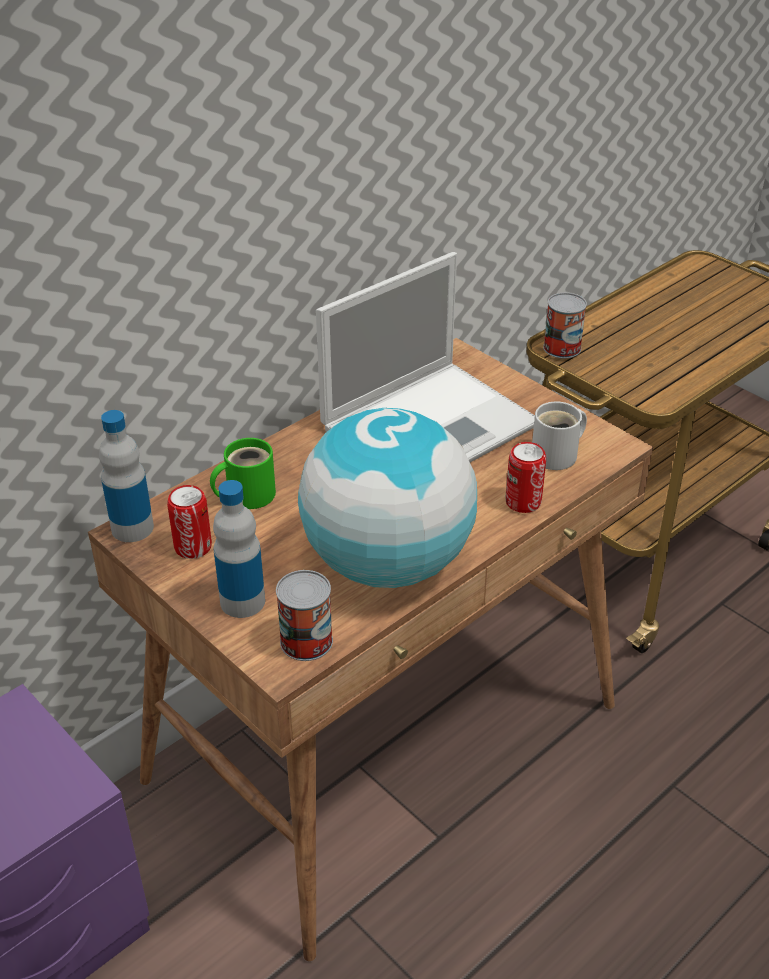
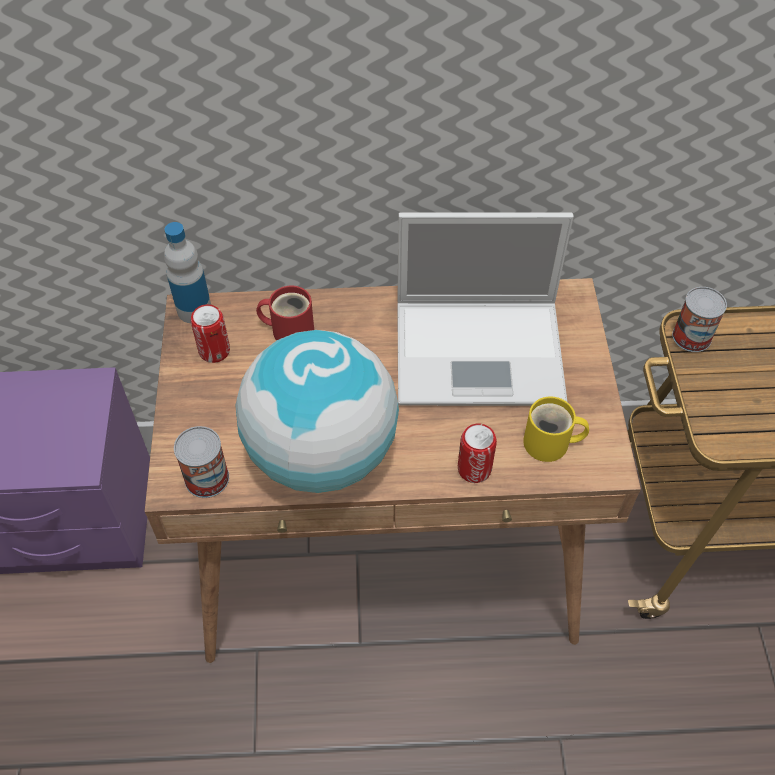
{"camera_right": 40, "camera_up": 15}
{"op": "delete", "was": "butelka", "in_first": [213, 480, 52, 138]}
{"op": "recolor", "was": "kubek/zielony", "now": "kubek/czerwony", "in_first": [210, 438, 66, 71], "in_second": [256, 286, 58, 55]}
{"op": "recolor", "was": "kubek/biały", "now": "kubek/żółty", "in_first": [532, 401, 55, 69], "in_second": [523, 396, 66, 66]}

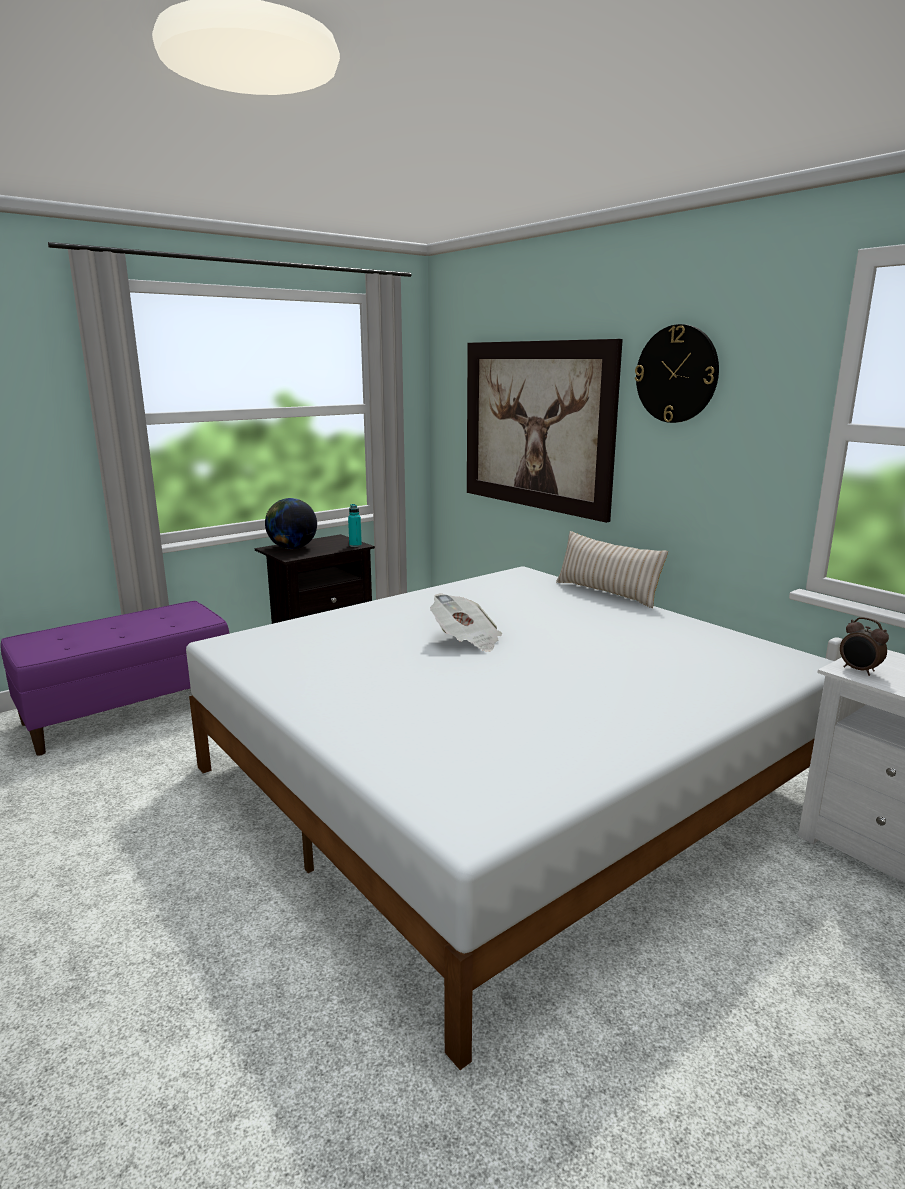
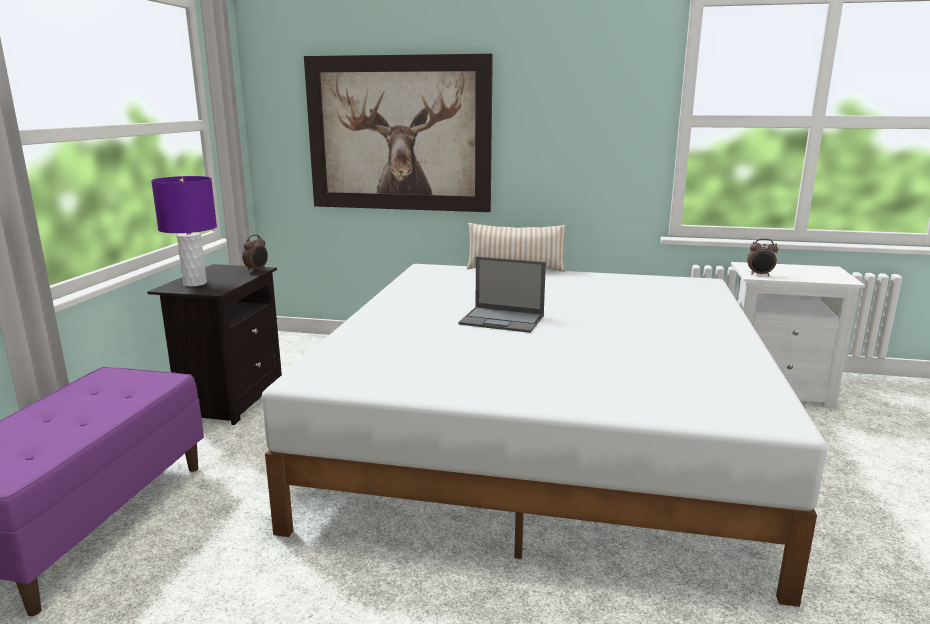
{"camera_right": -40, "camera_up": 0}
{"op": "delete", "was": "zegar ścienny", "in_first": [635, 324, 84, 99]}
{"op": "replace", "was": "globus", "now": "lampa stołowa/fioletowy", "in_first": [265, 498, 52, 51], "in_second": [151, 176, 66, 111]}
{"op": "replace", "was": "butelka/turkusowy", "now": "budzik", "in_first": [348, 504, 14, 43], "in_second": [242, 235, 26, 37]}
{"op": "replace", "was": "gazeta", "now": "laptop", "in_first": [430, 593, 72, 59], "in_second": [458, 256, 88, 77]}

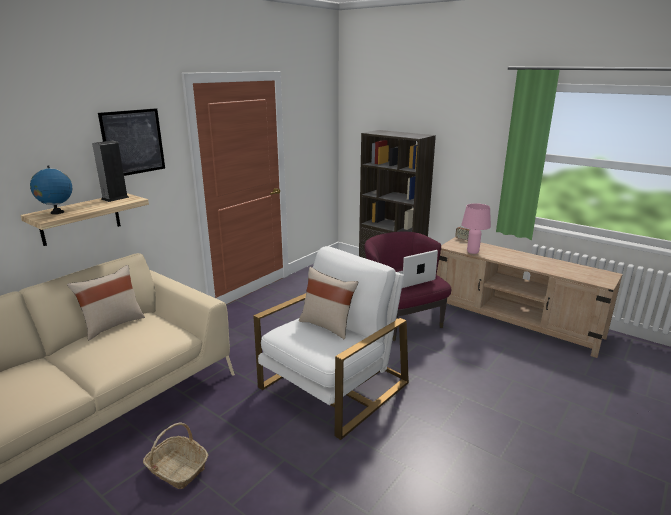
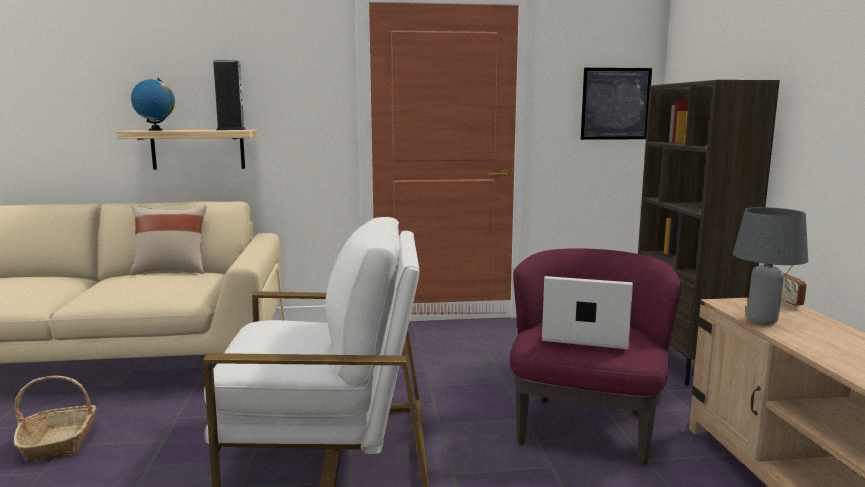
{"camera_right": 45, "camera_up": -10}
{"op": "delete", "was": "poduszka/beżowy", "in_first": [299, 267, 59, 73]}
{"op": "move", "was": "obraz", "in_first": [98, 108, 67, 68], "in_second": [581, 68, 71, 72]}
{"op": "recolor", "was": "lampa stołowa/różowy", "now": "lampa stołowa/szary", "in_first": [461, 203, 30, 51], "in_second": [733, 207, 75, 118]}

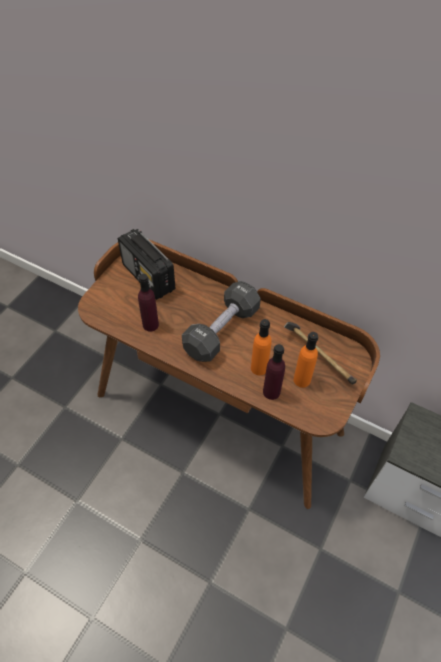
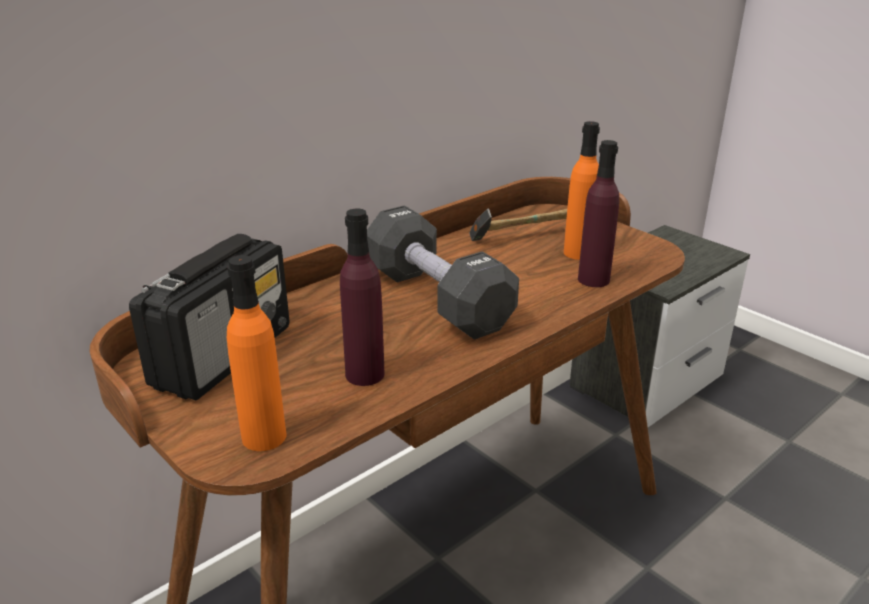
{"camera_right": -70, "camera_up": -25}
{"op": "move", "was": "butelka/pomarańczowy", "in_first": [251, 319, 21, 56], "in_second": [227, 255, 59, 196]}
{"op": "rotate", "was": "radio", "in_first": [118, 229, 57, 71], "in_second": [129, 234, 161, 166], "clockwise": -45}

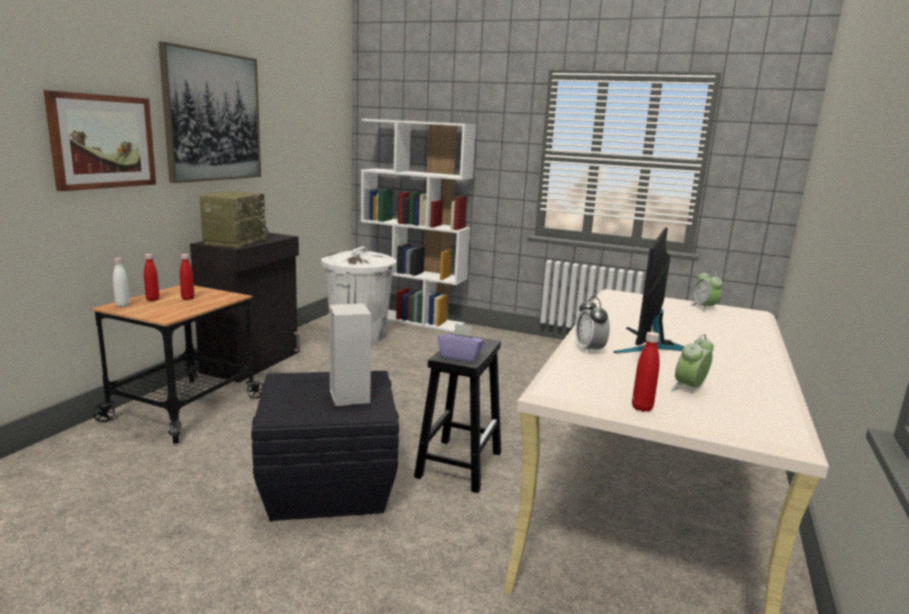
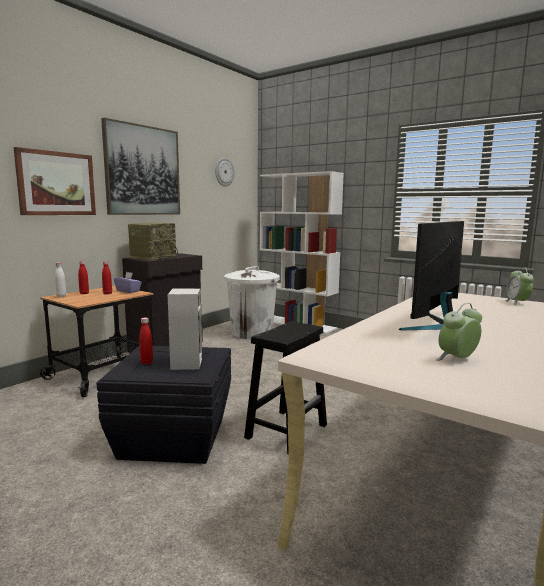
{"camera_right": 15, "camera_up": -5}
{"op": "delete", "was": "budzik", "in_first": [575, 296, 35, 58]}
{"op": "insert", "now": "zegar ścienny", "in_second": [215, 157, 20, 30]}
{"op": "move", "was": "pudełko chusteczek/fioletowy", "in_first": [438, 323, 47, 39], "in_second": [114, 272, 28, 21]}
{"op": "move", "was": "butelka/czerwony", "in_first": [632, 332, 28, 80], "in_second": [139, 318, 14, 46]}

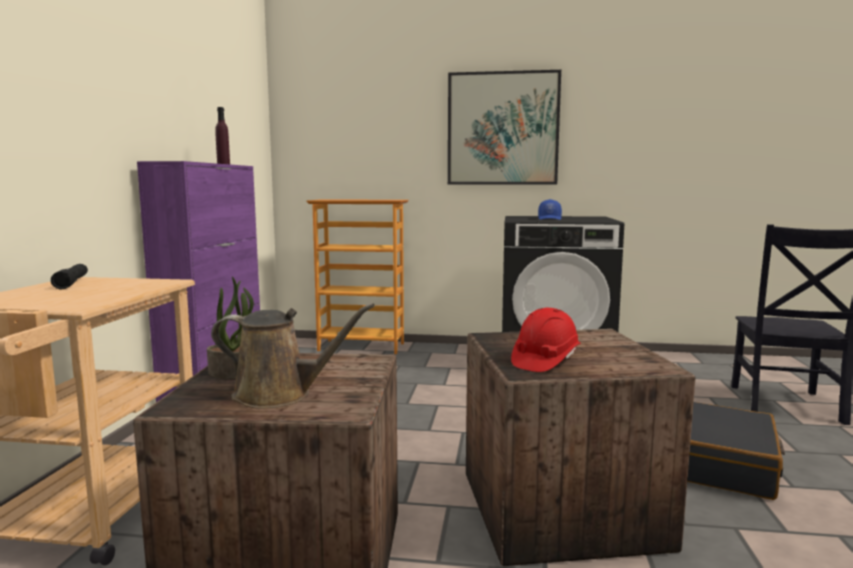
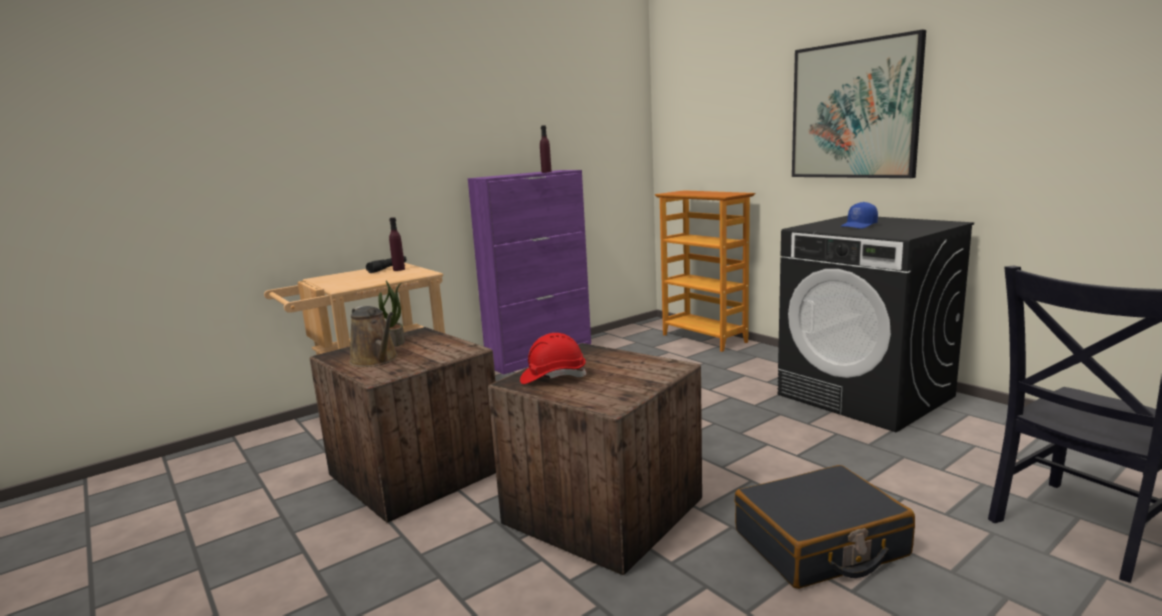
{"camera_right": 45, "camera_up": 5}
{"op": "insert", "now": "butelka/fioletowy", "in_second": [389, 217, 16, 54]}

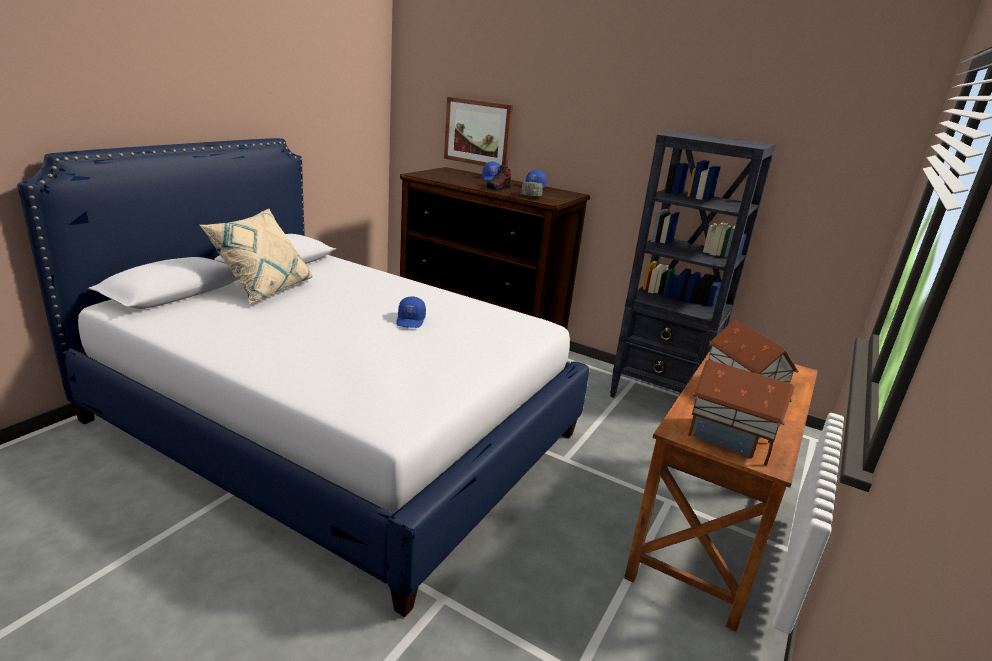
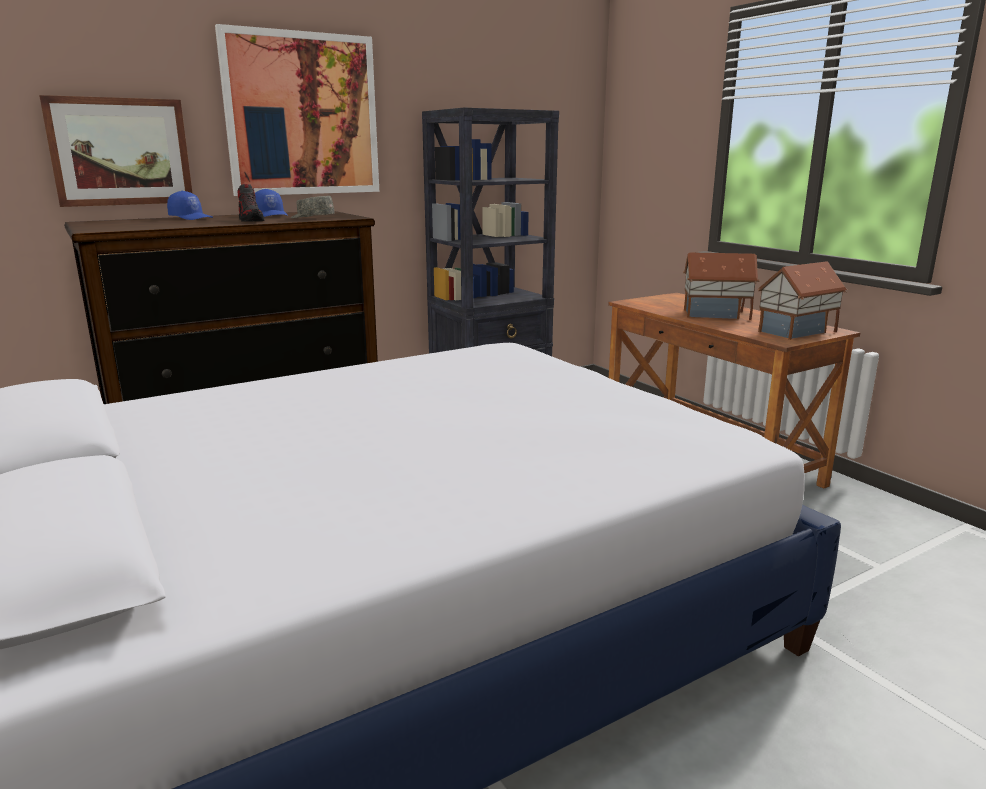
{"camera_right": -60, "camera_up": -5}
{"op": "delete", "was": "poduszka/beżowy", "in_first": [200, 209, 113, 95]}
{"op": "delete", "was": "czapka z daszkiem/niebieski", "in_first": [396, 296, 30, 32]}
{"op": "insert", "now": "obraz", "in_second": [215, 24, 164, 172]}

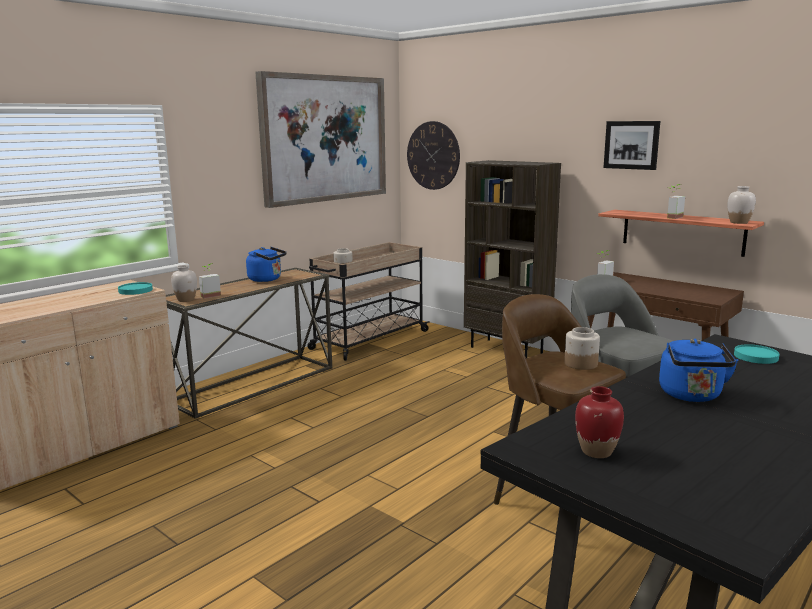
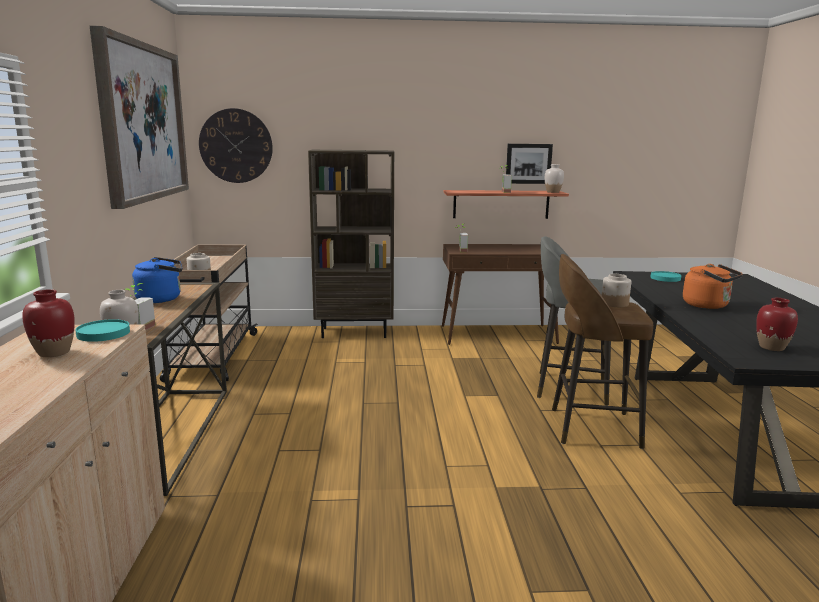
{"camera_right": -45, "camera_up": 0}
{"op": "insert", "now": "wazon/czerwony", "in_second": [22, 289, 53, 68]}
{"op": "move", "was": "obraz", "in_first": [604, 121, 56, 49], "in_second": [506, 144, 47, 40]}
{"op": "recolor", "was": "czajnik/niebieski", "now": "czajnik/pomarańczowy", "in_first": [659, 339, 79, 63], "in_second": [683, 264, 60, 45]}

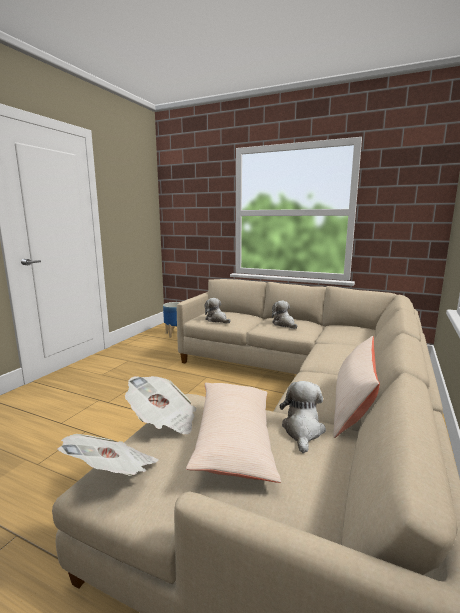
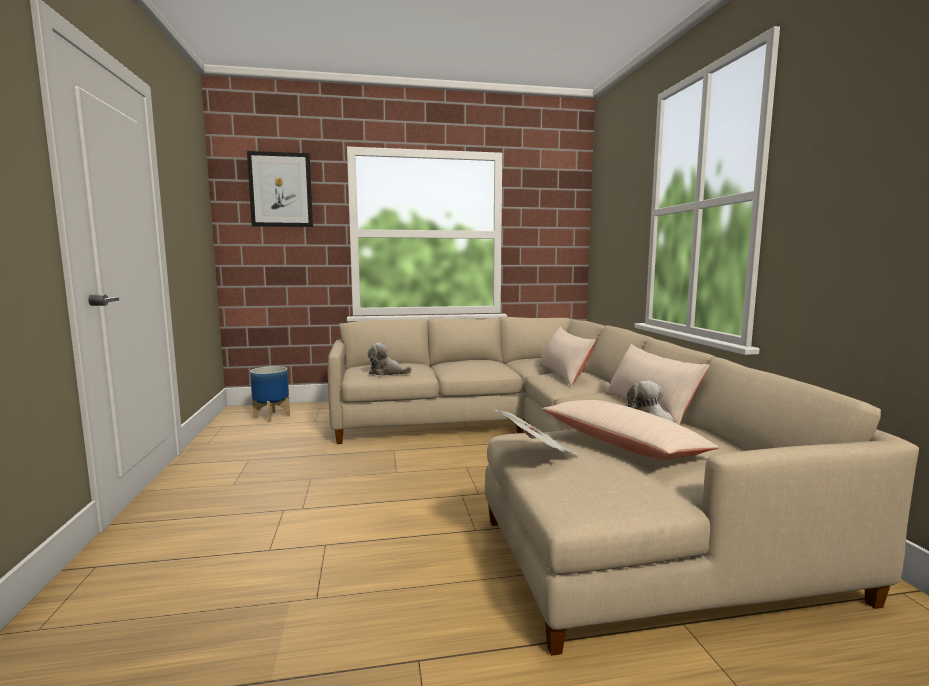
{"camera_right": -35, "camera_up": -5}
{"op": "delete", "was": "gazeta", "in_first": [57, 434, 102, 42]}
{"op": "delete", "was": "pluszak", "in_first": [272, 301, 25, 28]}
{"op": "insert", "now": "obraz", "in_second": [247, 151, 66, 76]}
{"op": "insert", "now": "poduszka/beżowy", "in_second": [539, 327, 57, 59]}

